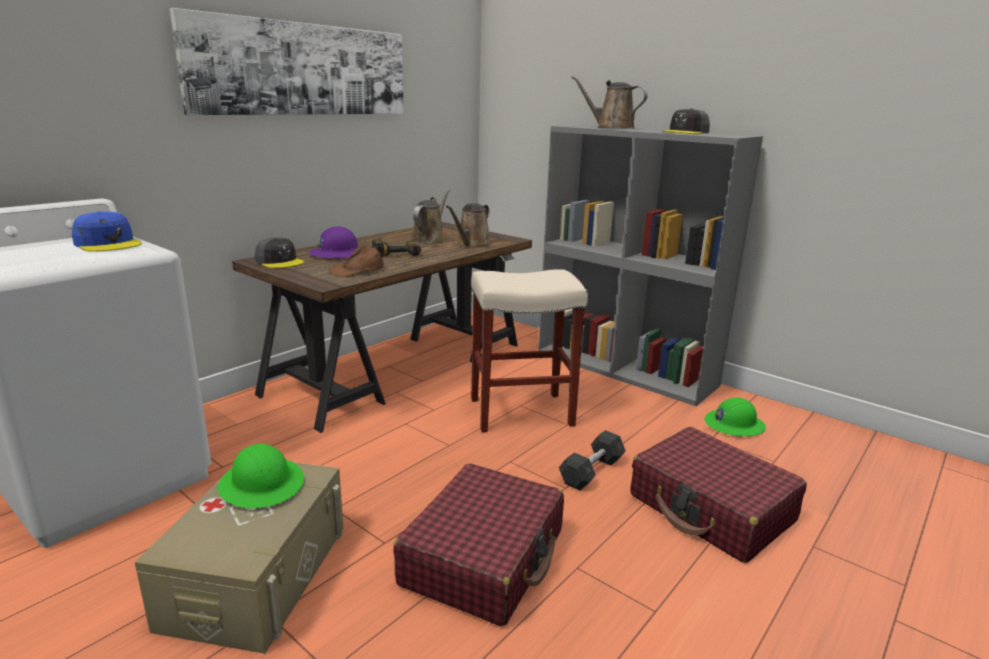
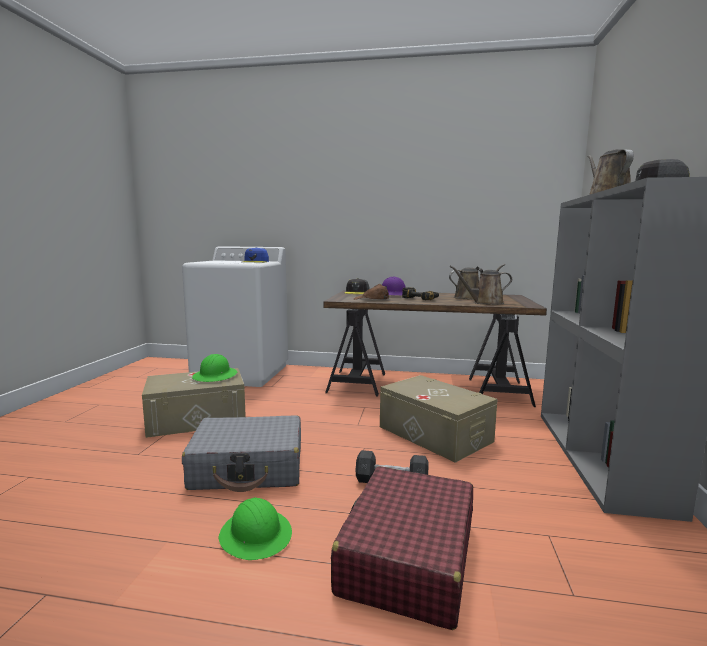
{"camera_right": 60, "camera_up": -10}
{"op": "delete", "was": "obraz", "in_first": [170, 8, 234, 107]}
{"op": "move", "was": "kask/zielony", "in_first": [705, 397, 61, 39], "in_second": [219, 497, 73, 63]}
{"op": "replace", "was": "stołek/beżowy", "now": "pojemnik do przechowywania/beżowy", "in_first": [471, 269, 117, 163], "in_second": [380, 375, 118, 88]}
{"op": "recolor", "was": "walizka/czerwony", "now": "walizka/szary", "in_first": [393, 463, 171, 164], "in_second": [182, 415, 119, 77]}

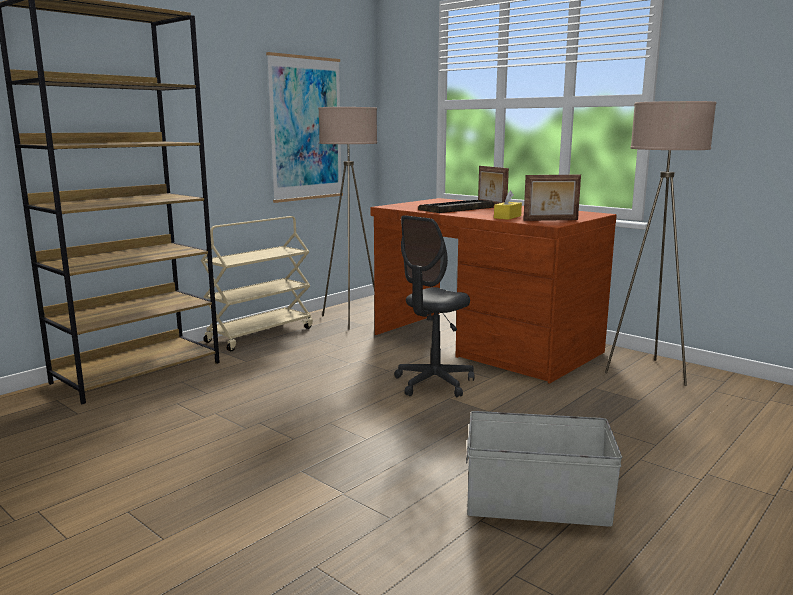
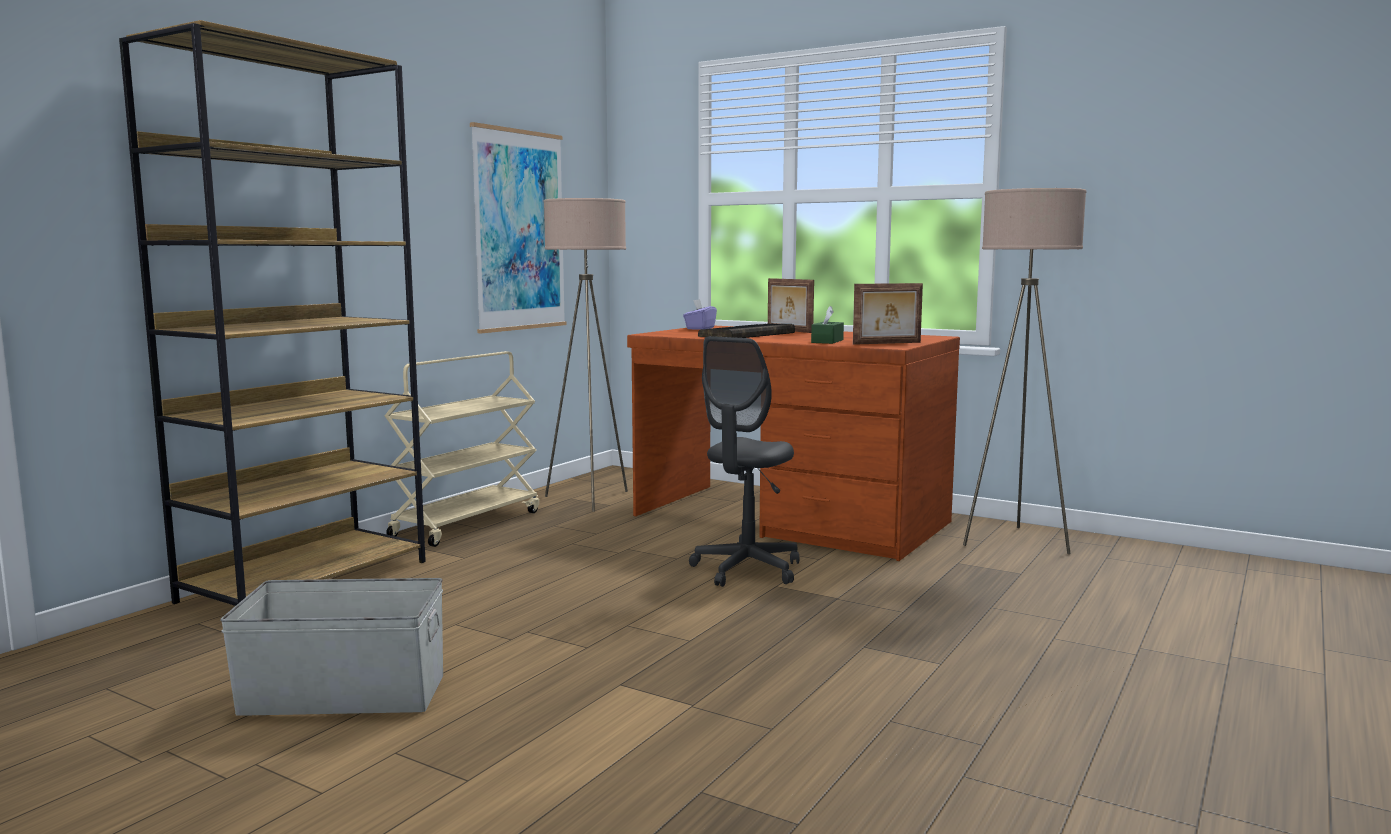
{"camera_right": -10, "camera_up": -5}
{"op": "insert", "now": "pudełko chusteczek/fioletowy", "in_second": [683, 299, 34, 31]}
{"op": "move", "was": "pojemnik do przechowywania/szary", "in_first": [466, 411, 156, 116], "in_second": [220, 578, 223, 138]}
{"op": "recolor", "was": "pudełko chusteczek/żółty", "now": "pudełko chusteczek/zielony", "in_first": [494, 191, 28, 29], "in_second": [811, 306, 33, 38]}

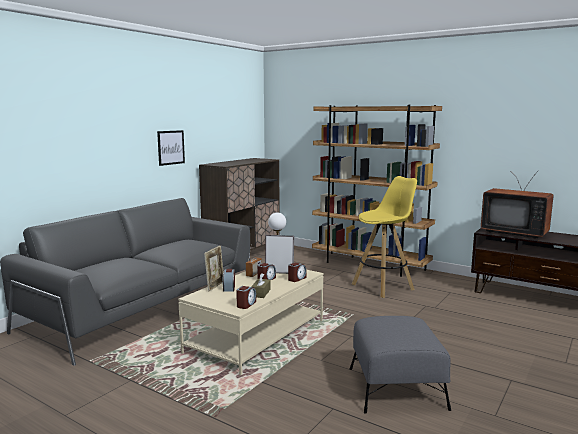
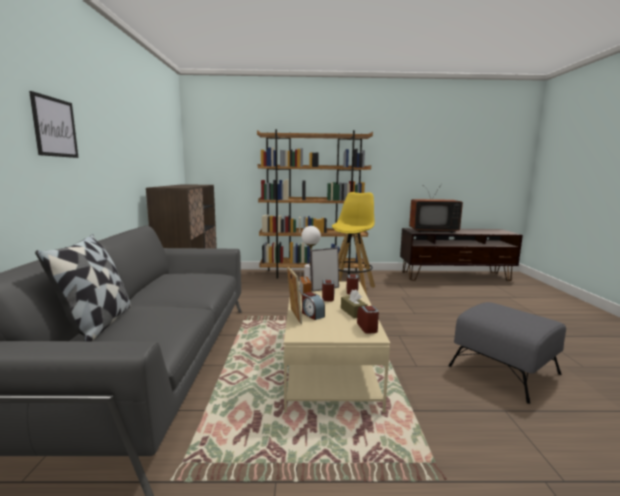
{"camera_right": -35, "camera_up": 0}
{"op": "insert", "now": "poduszka", "in_second": [35, 234, 96, 107]}
{"op": "move", "was": "obraz", "in_first": [157, 130, 28, 36], "in_second": [29, 91, 49, 67]}

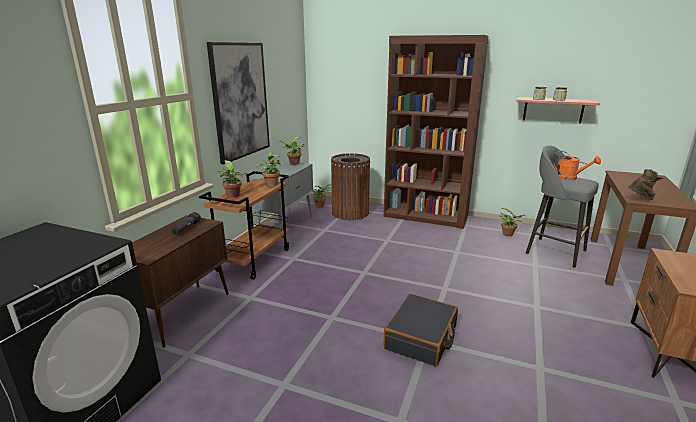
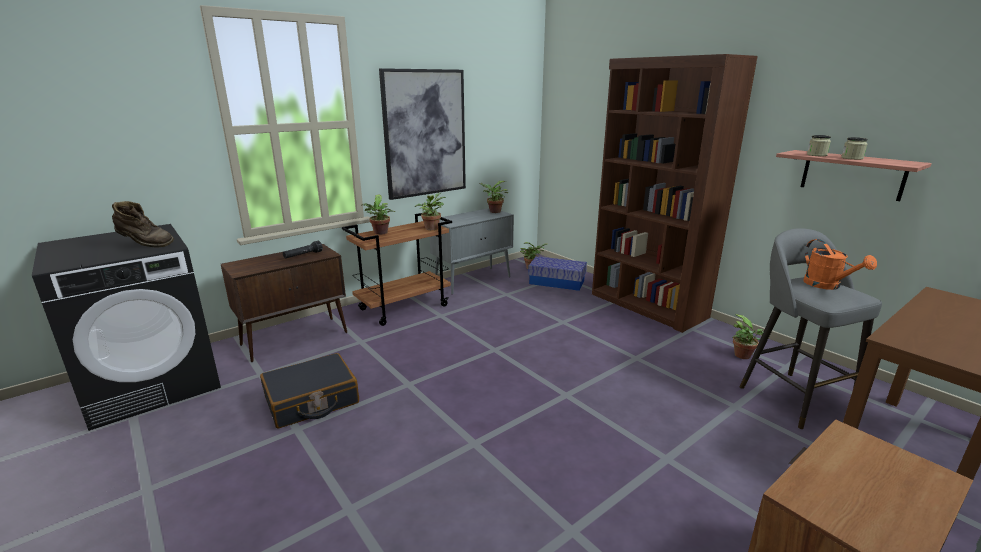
{"camera_right": 30, "camera_up": 0}
{"op": "move", "was": "walizka/czarny", "in_first": [384, 294, 74, 73], "in_second": [260, 353, 99, 75]}
{"op": "move", "was": "but z cholewką/brązowy", "in_first": [628, 169, 35, 31], "in_second": [112, 201, 62, 46]}
{"op": "replace", "was": "kosz na śmieci/brązowy", "now": "pojemnik do przechowywania", "in_first": [331, 153, 39, 67], "in_second": [528, 256, 59, 35]}

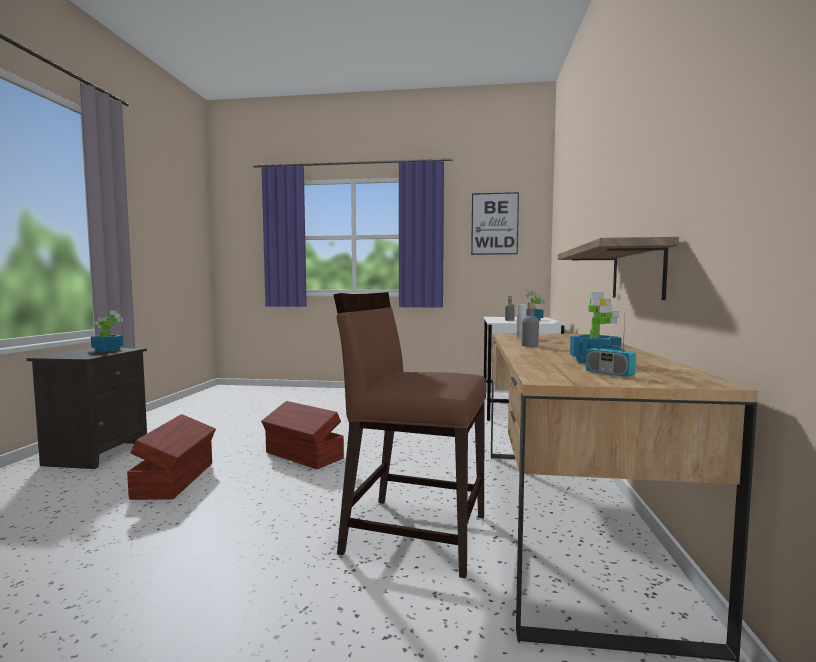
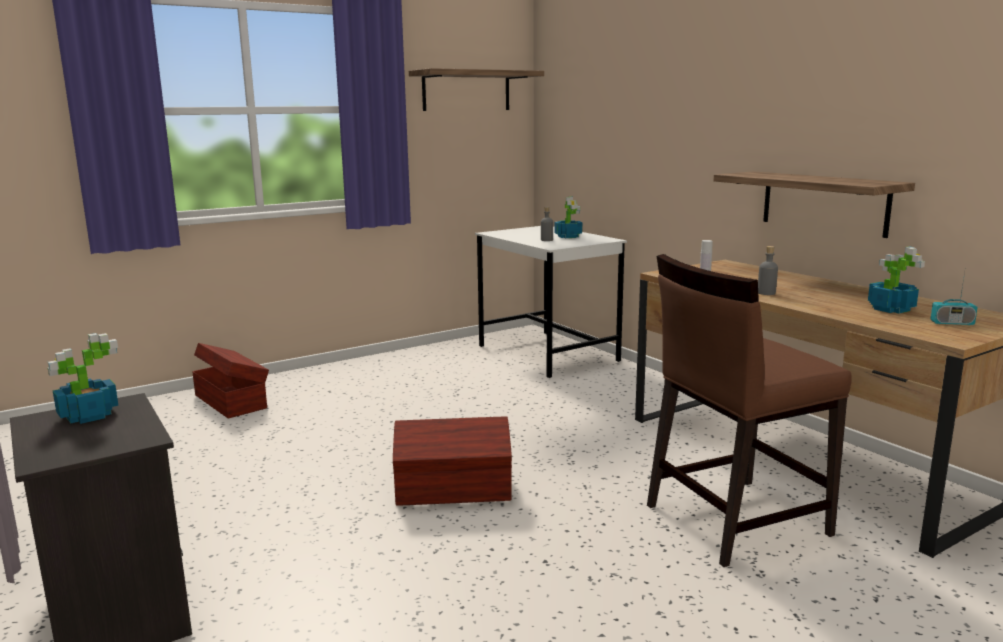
{"camera_right": -40, "camera_up": 10}
{"op": "move", "was": "pojemnik do przechowywania/brązowy", "in_first": [127, 414, 89, 86], "in_second": [192, 343, 77, 75]}
{"op": "replace", "was": "obraz", "now": "półka", "in_first": [471, 192, 48, 63], "in_second": [409, 68, 135, 43]}

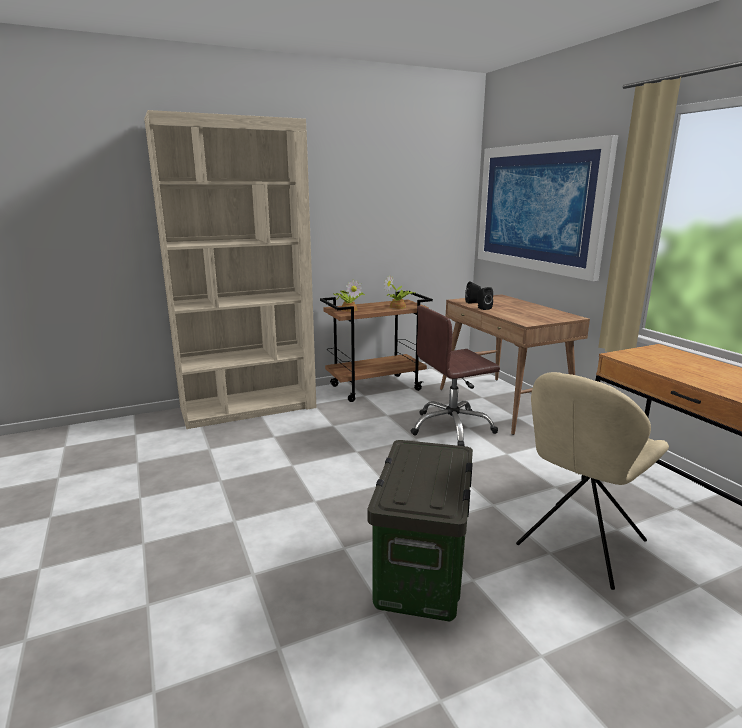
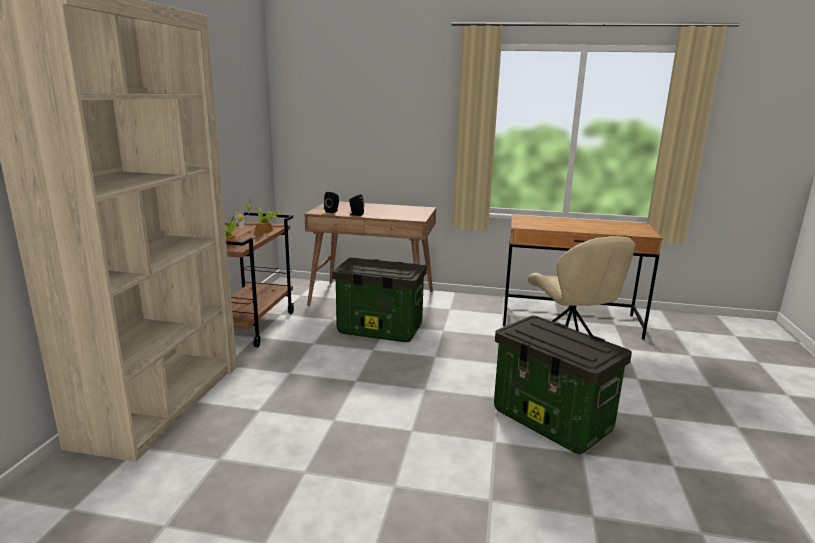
{"camera_right": -55, "camera_up": 0}
{"op": "delete", "was": "obraz", "in_first": [478, 135, 140, 146]}
{"op": "replace", "was": "krzesło biurowe/brązowy", "now": "pojemnik do przechowywania", "in_first": [411, 306, 89, 140], "in_second": [333, 258, 94, 84]}

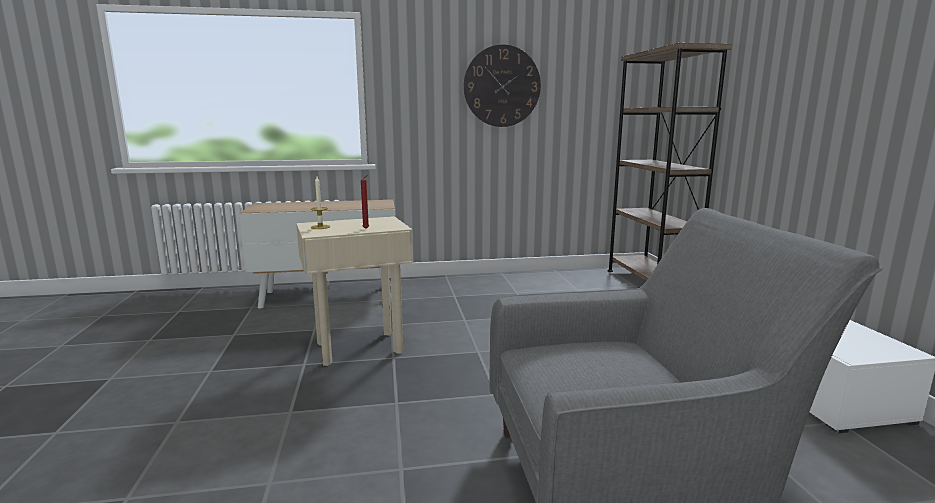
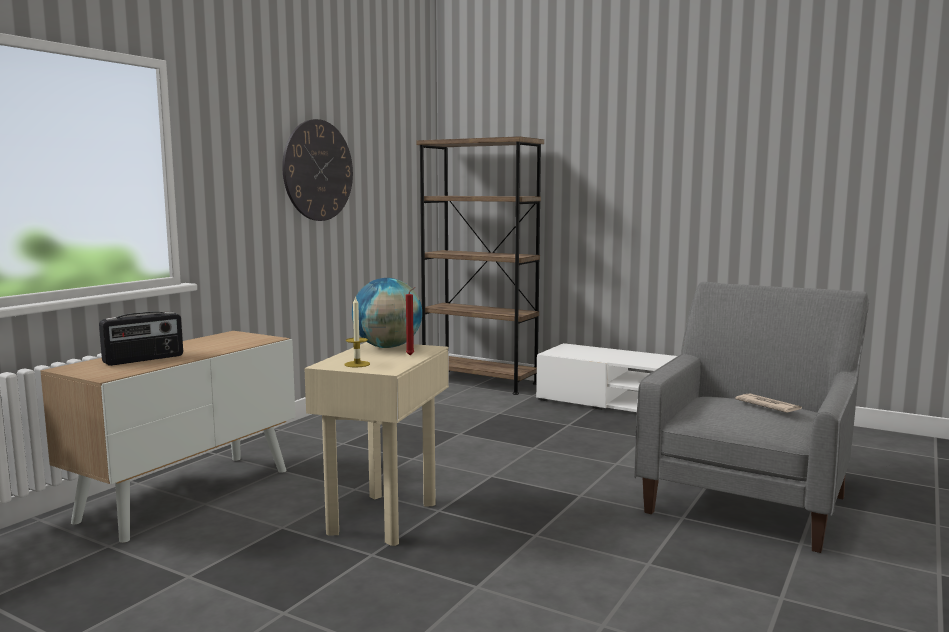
{"camera_right": -50, "camera_up": -5}
{"op": "insert", "now": "radio", "in_second": [99, 311, 84, 55]}
{"op": "insert", "now": "globus", "in_second": [352, 278, 70, 70]}
{"op": "insert", "now": "gazeta", "in_second": [735, 393, 67, 20]}

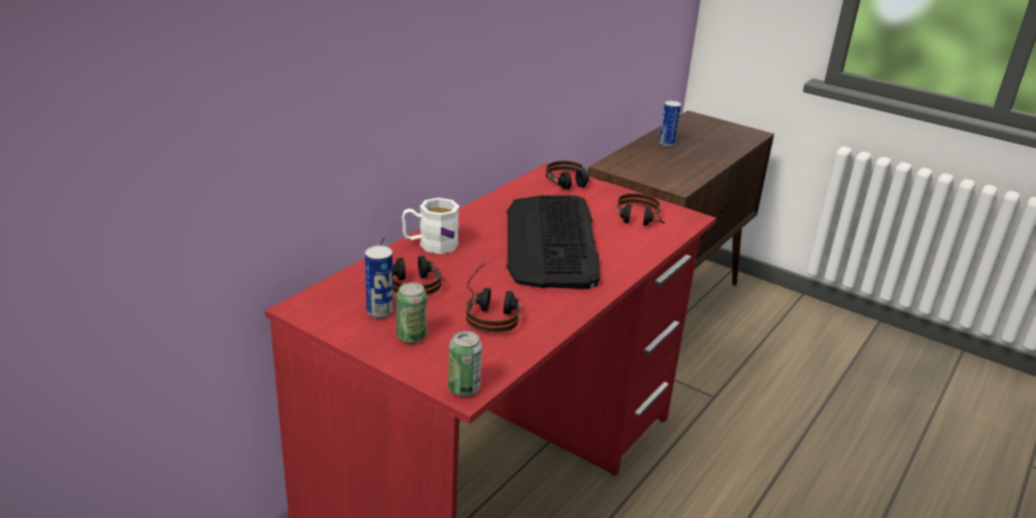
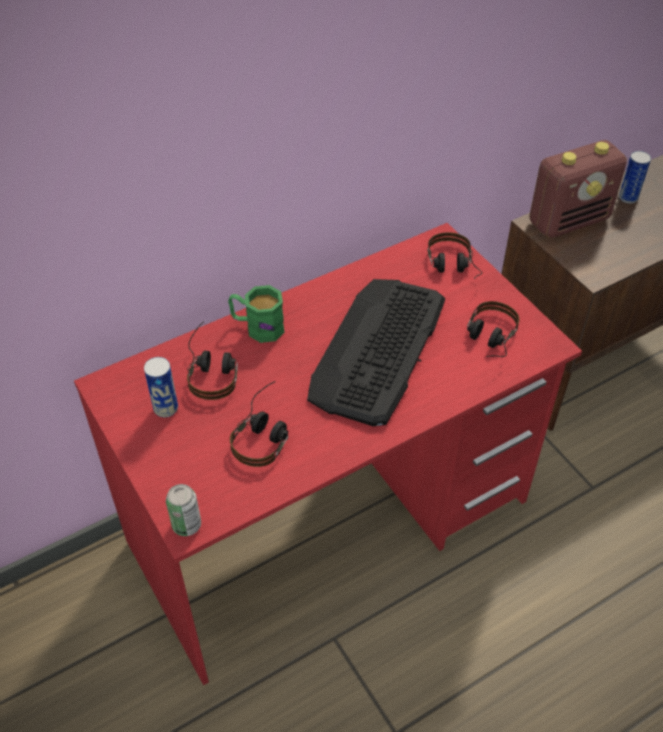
{"camera_right": 25, "camera_up": 20}
{"op": "delete", "was": "puszka", "in_first": [396, 282, 31, 61]}
{"op": "insert", "now": "radio", "in_second": [529, 140, 98, 98]}
{"op": "recolor", "was": "kubek/biały", "now": "kubek/zielony", "in_first": [402, 198, 57, 56], "in_second": [228, 285, 57, 58]}

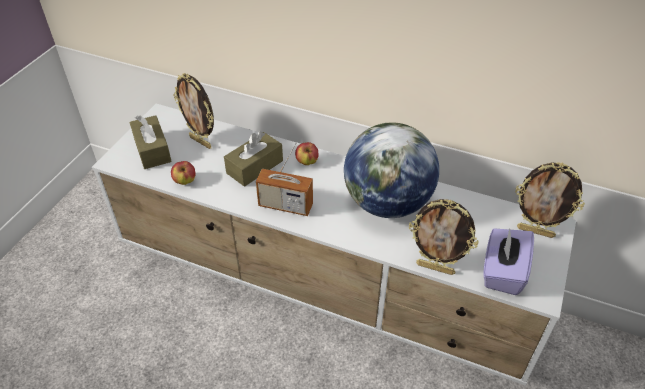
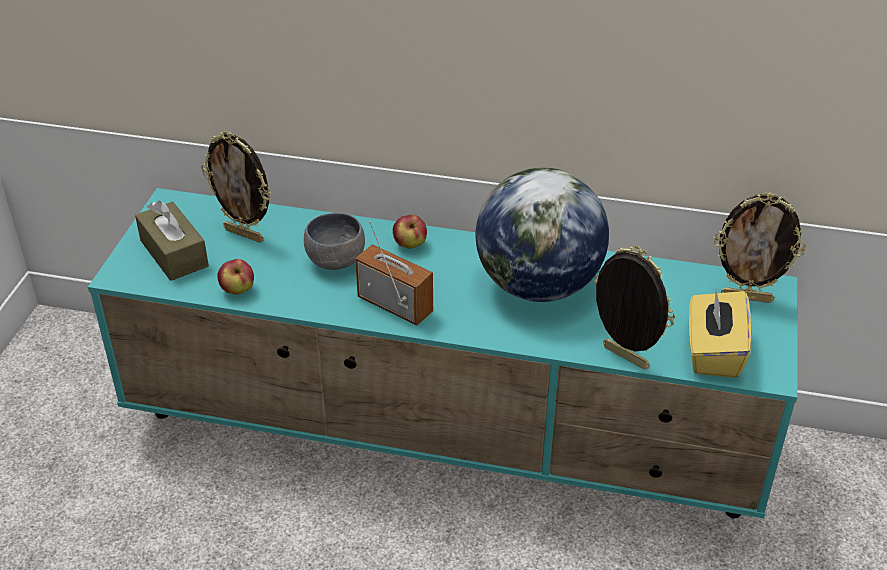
{"camera_right": -10, "camera_up": -5}
{"op": "replace", "was": "pudełko chusteczek/brązowy", "now": "miska/szary", "in_first": [224, 131, 59, 56], "in_second": [304, 213, 61, 57]}
{"op": "recolor", "was": "szafka pod telewizor/biały", "now": "szafka pod telewizor/turkusowy", "in_first": [92, 104, 484, 282], "in_second": [88, 188, 710, 330]}
{"op": "recolor", "was": "pudełko chusteczek/fioletowy", "now": "pudełko chusteczek/żółty", "in_first": [483, 228, 51, 67], "in_second": [689, 288, 62, 90]}
{"op": "rotate", "was": "radio", "in_first": [256, 142, 57, 74], "in_second": [355, 221, 78, 104], "clockwise": -150}
{"op": "rotate", "was": "ramka na zdjęcie", "in_first": [409, 199, 70, 76], "in_second": [594, 246, 81, 124], "clockwise": -150}

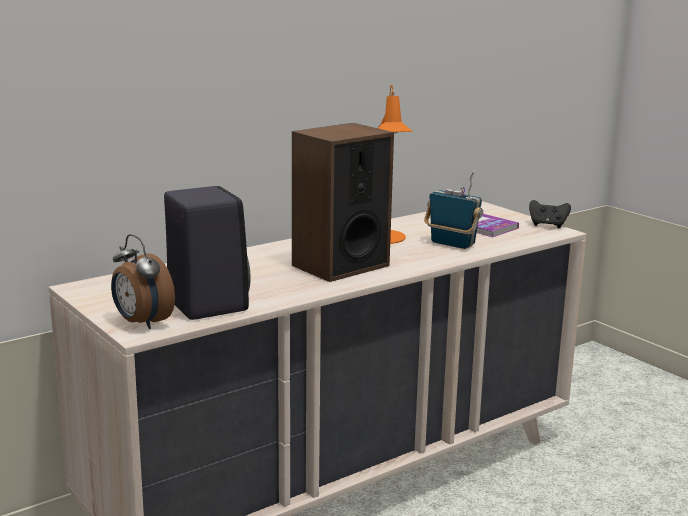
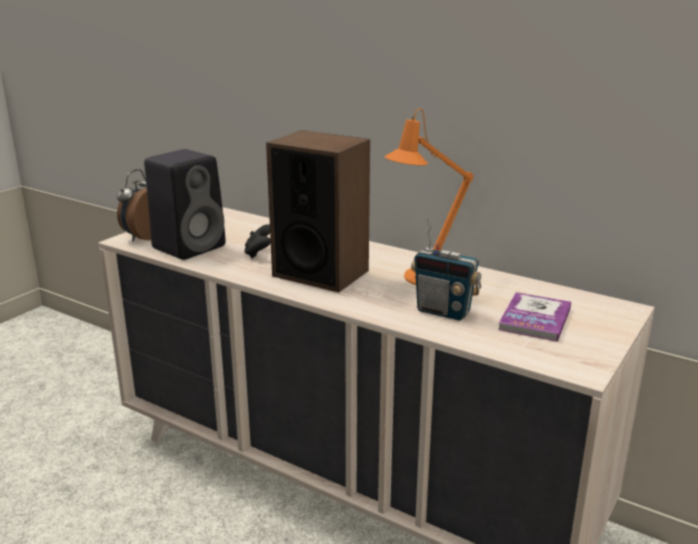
{"camera_right": 70, "camera_up": 5}
{"op": "move", "was": "pad do gier/czarny", "in_first": [529, 200, 42, 28], "in_second": [244, 224, 27, 34]}
{"op": "rotate", "was": "radio", "in_first": [424, 171, 59, 78], "in_second": [411, 218, 70, 103], "clockwise": 105}

